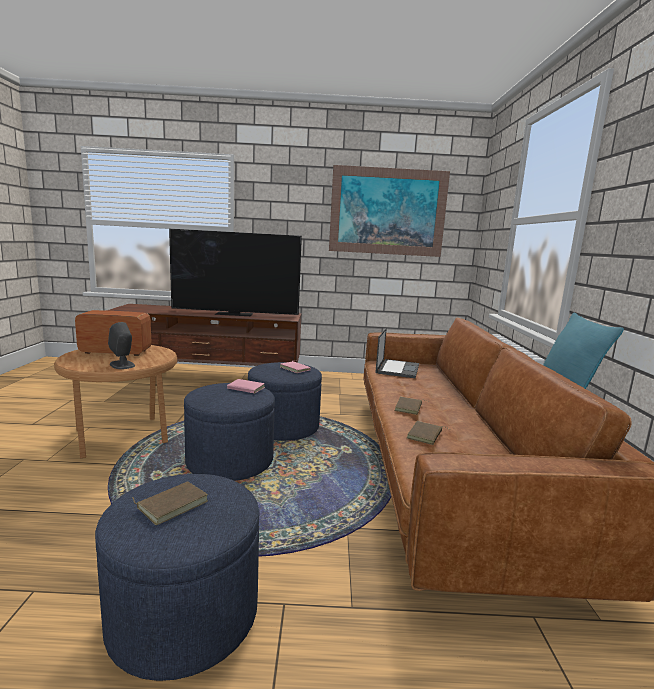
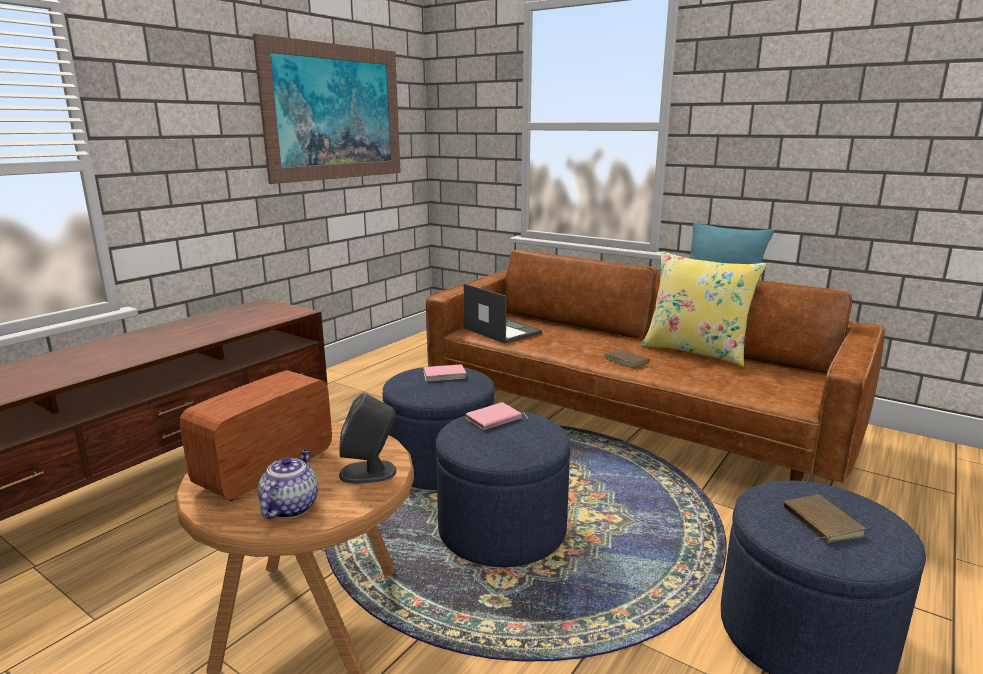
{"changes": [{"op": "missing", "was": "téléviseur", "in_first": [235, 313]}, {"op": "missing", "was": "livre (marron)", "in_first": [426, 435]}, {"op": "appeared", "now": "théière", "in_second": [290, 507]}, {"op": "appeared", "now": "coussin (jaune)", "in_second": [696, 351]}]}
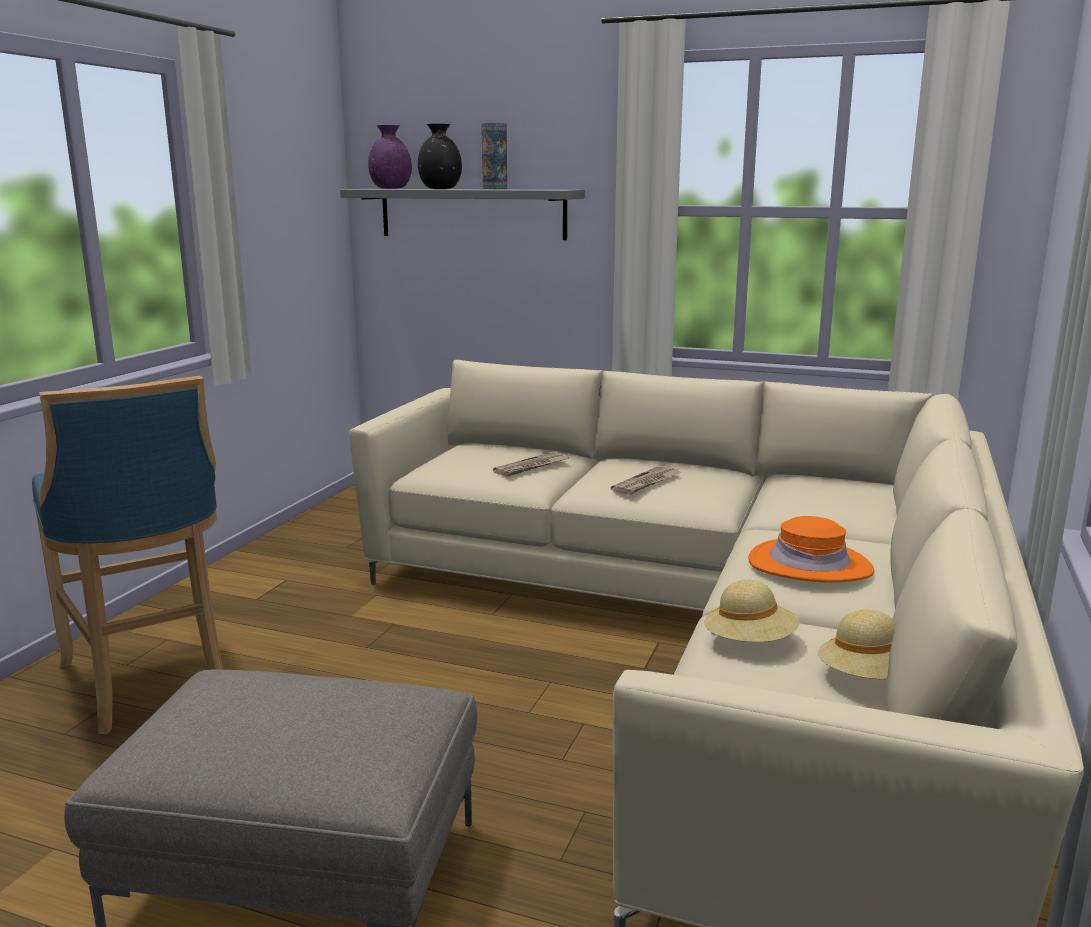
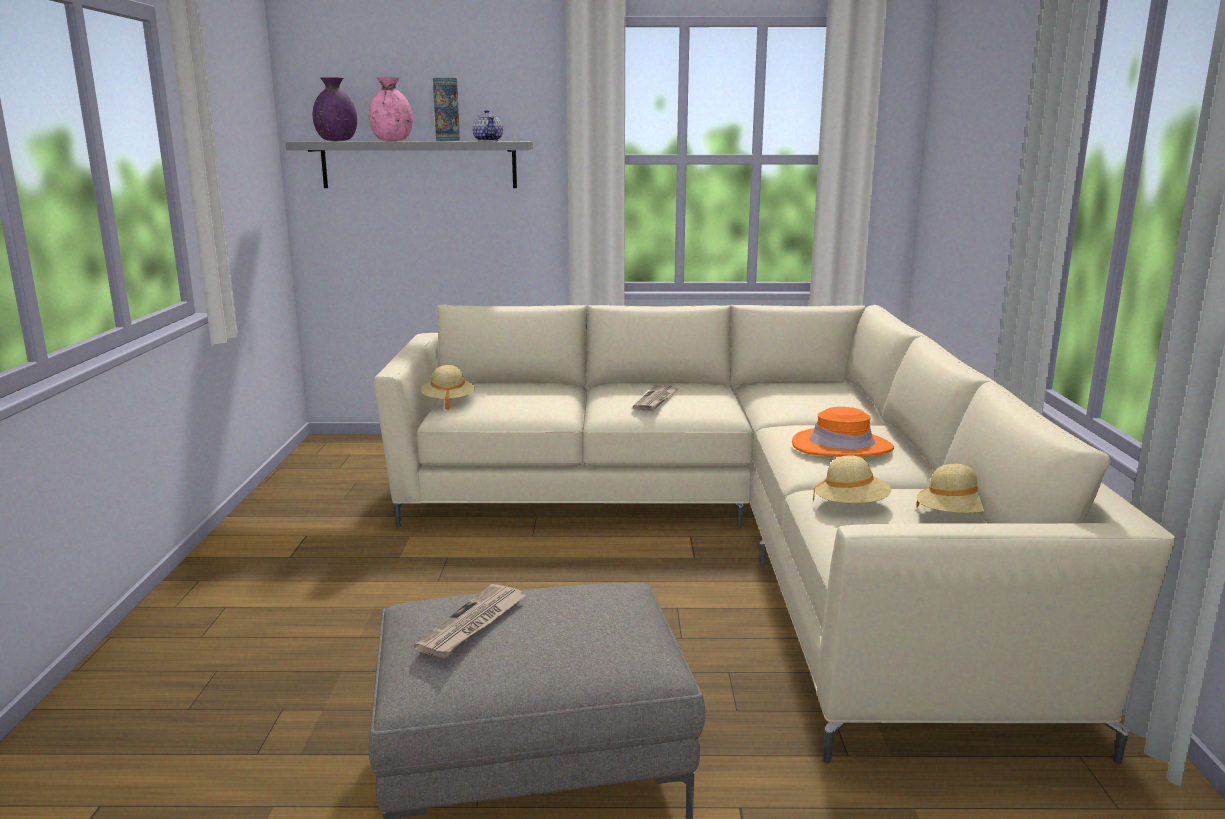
{"changes": [{"op": "missing", "was": "tabouret (bleu)", "in_first": [152, 682]}, {"op": "appeared", "now": "chapeau (beige)", "in_second": [448, 402]}, {"op": "appeared", "now": "théière", "in_second": [488, 140]}, {"op": "relocated", "was": "journal", "in_first": [532, 467], "in_second": [473, 624]}, {"op": "colour", "was": "vase (noir)", "now": "vase (rose)", "in_first": [440, 188], "in_second": [392, 140]}]}
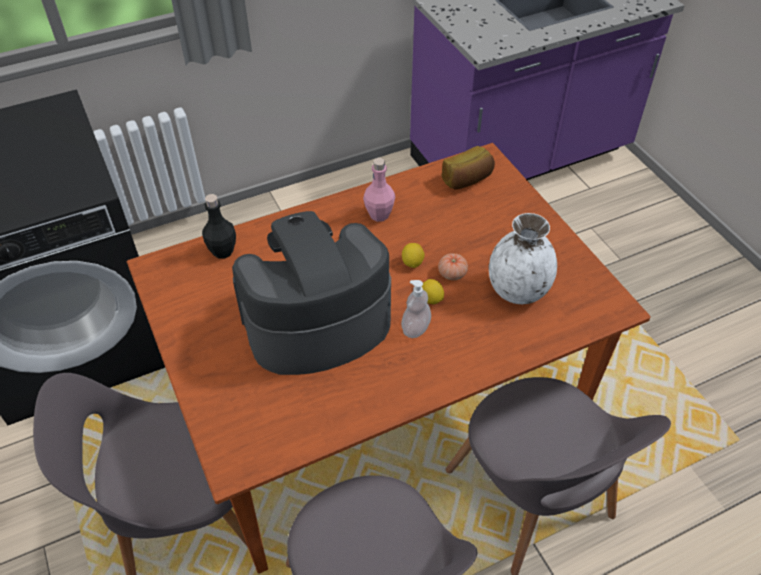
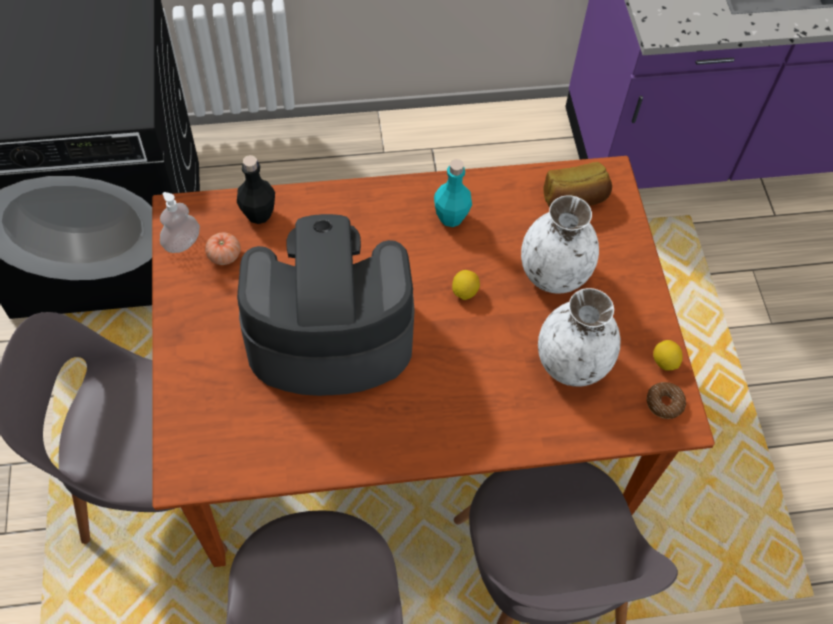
{"changes": [{"op": "appeared", "now": "vase (blanc)", "in_second": [553, 274]}, {"op": "appeared", "now": "beignet", "in_second": [664, 403]}, {"op": "relocated", "was": "distributeur de savon", "in_first": [415, 328], "in_second": [182, 243]}, {"op": "relocated", "was": "citron", "in_first": [431, 299], "in_second": [664, 362]}, {"op": "relocated", "was": "tomate", "in_first": [452, 273], "in_second": [224, 255]}, {"op": "colour", "was": "bouteille (rose)", "now": "bouteille (turquoise)", "in_first": [379, 215], "in_second": [451, 217]}]}
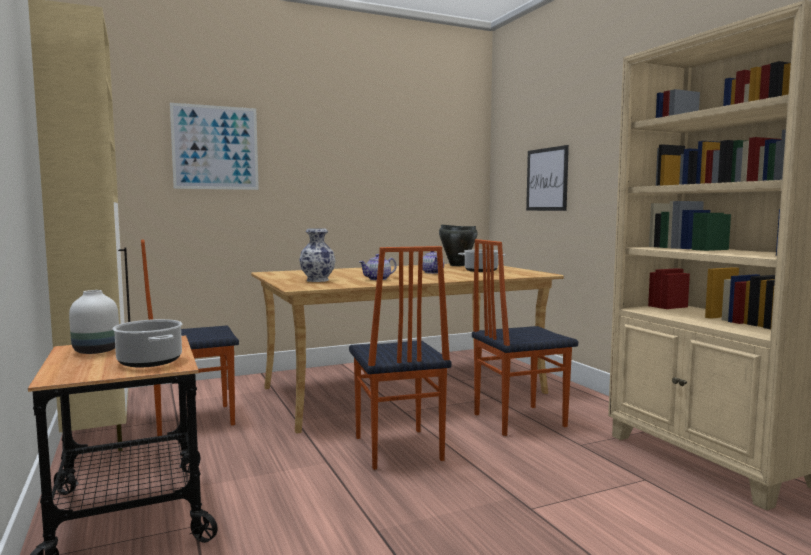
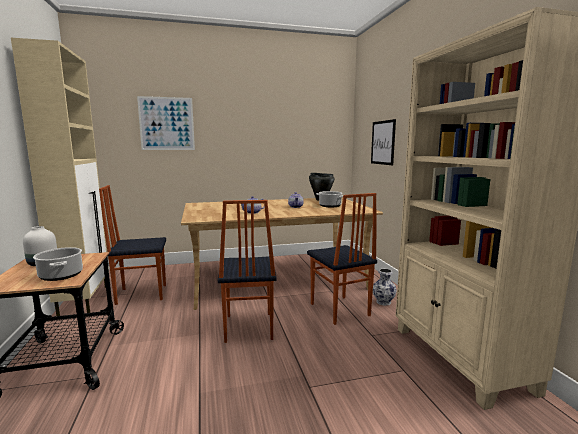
{"changes": [{"op": "relocated", "was": "vase", "in_first": [317, 280], "in_second": [383, 302]}, {"op": "spun", "was": "chaise", "in_first": [518, 420], "in_second": [339, 310], "clockwise": -105}]}
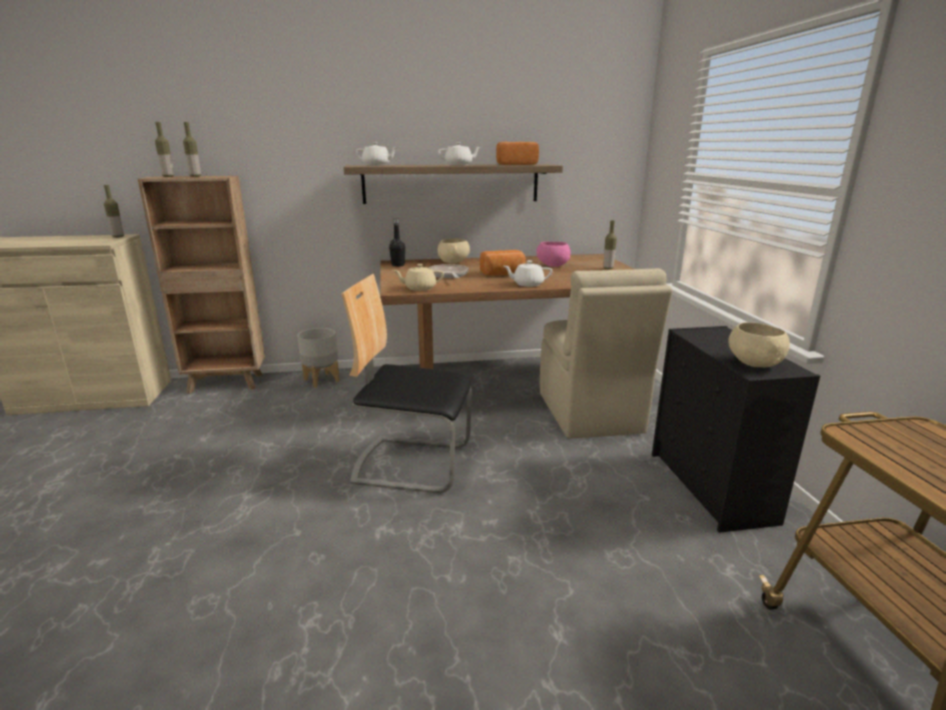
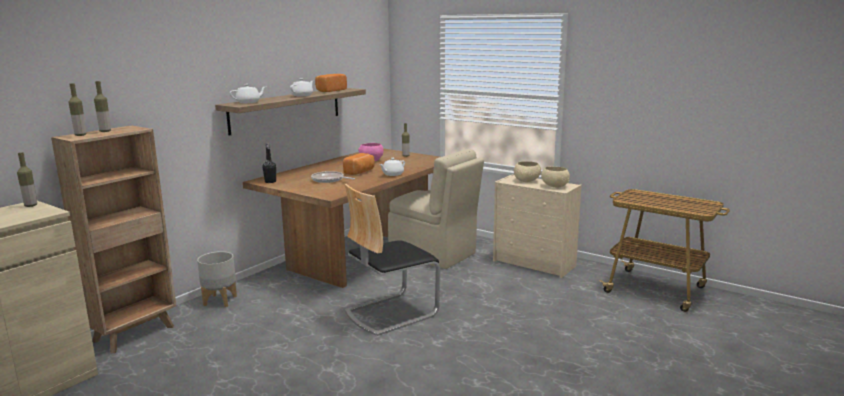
{"changes": [{"op": "missing", "was": "théière (beige)", "in_first": [419, 288]}, {"op": "relocated", "was": "bol (beige)", "in_first": [454, 262], "in_second": [527, 181]}, {"op": "colour", "was": "commode (noir)", "now": "commode (beige)", "in_first": [711, 488], "in_second": [535, 263]}]}
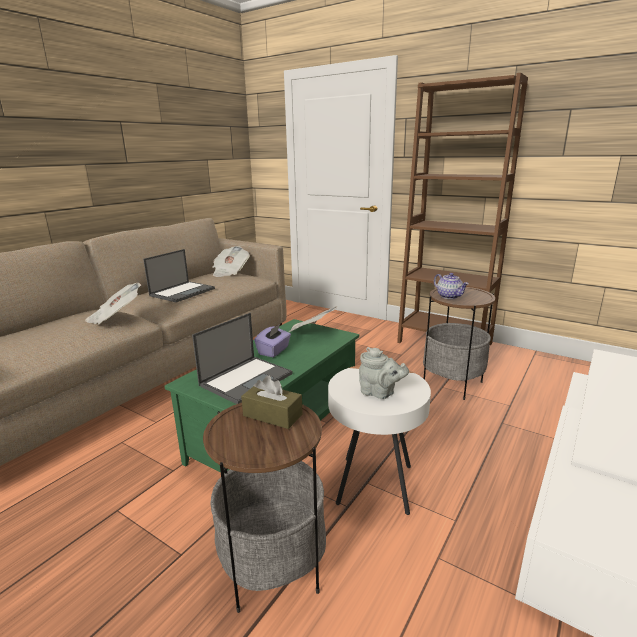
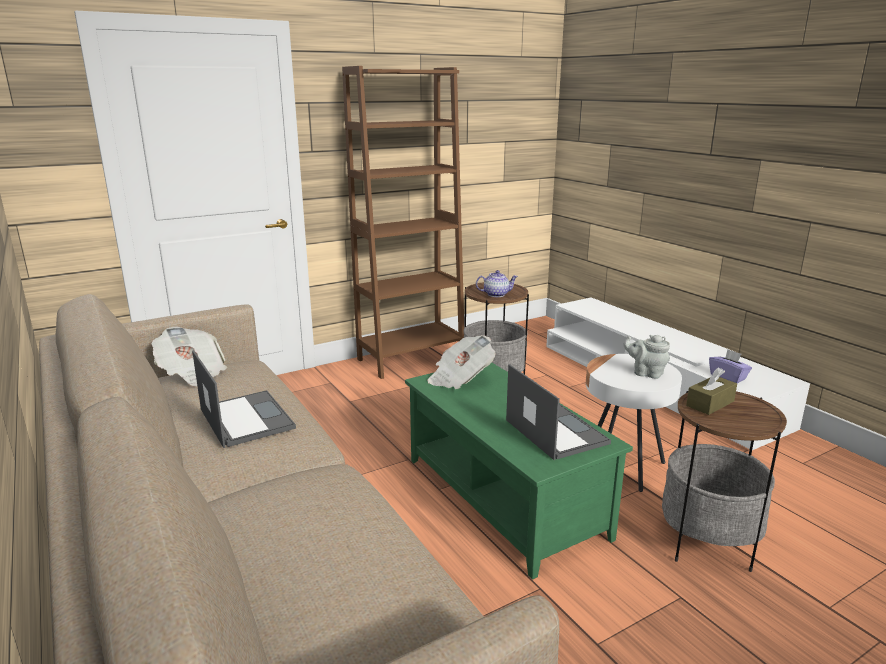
{"changes": [{"op": "missing", "was": "journal", "in_first": [115, 317]}, {"op": "relocated", "was": "boîte à mouchoirs (violet)", "in_first": [274, 351], "in_second": [728, 377]}, {"op": "spun", "was": "théière (gris)", "in_first": [380, 393], "in_second": [646, 373], "clockwise": -120}]}
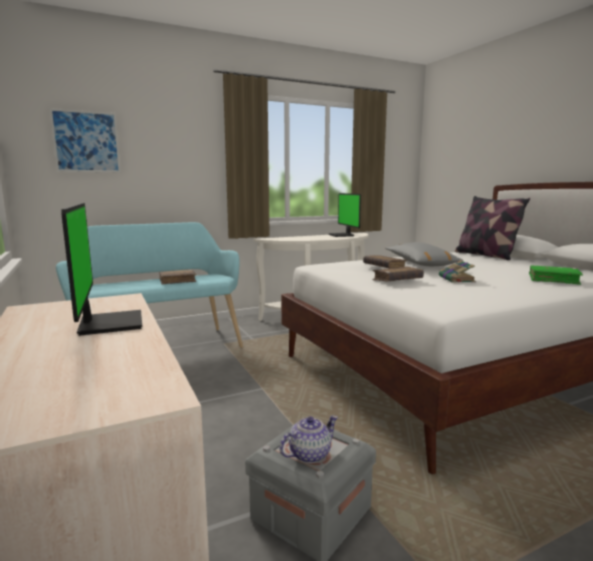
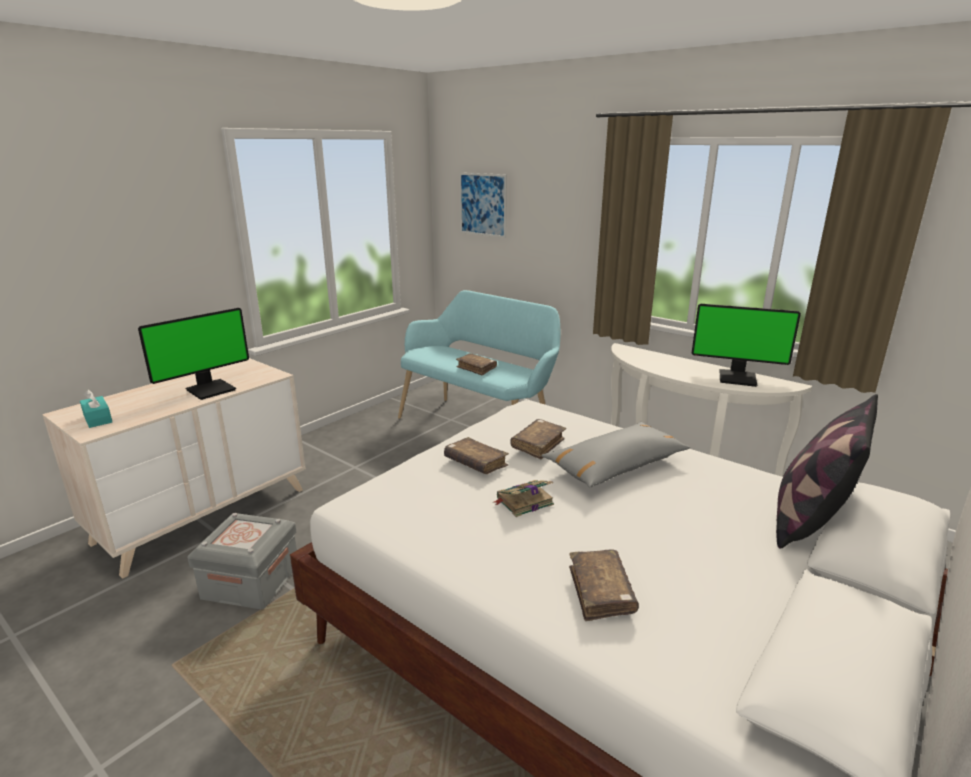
{"changes": [{"op": "missing", "was": "théière", "in_first": [309, 454]}, {"op": "appeared", "now": "boîte à mouchoirs (turquoise)", "in_second": [98, 419]}, {"op": "colour", "was": "livre (vert)", "now": "livre (marron)", "in_first": [553, 280], "in_second": [601, 592]}, {"op": "spun", "was": "écran d'ordinateur", "in_first": [342, 235], "in_second": [738, 378], "clockwise": -120}]}
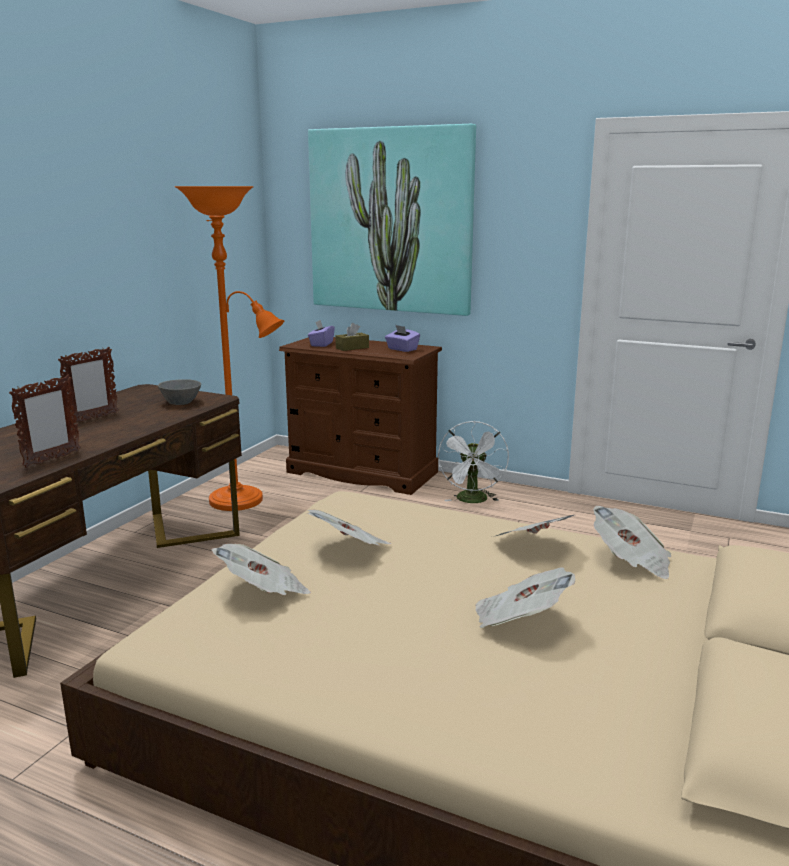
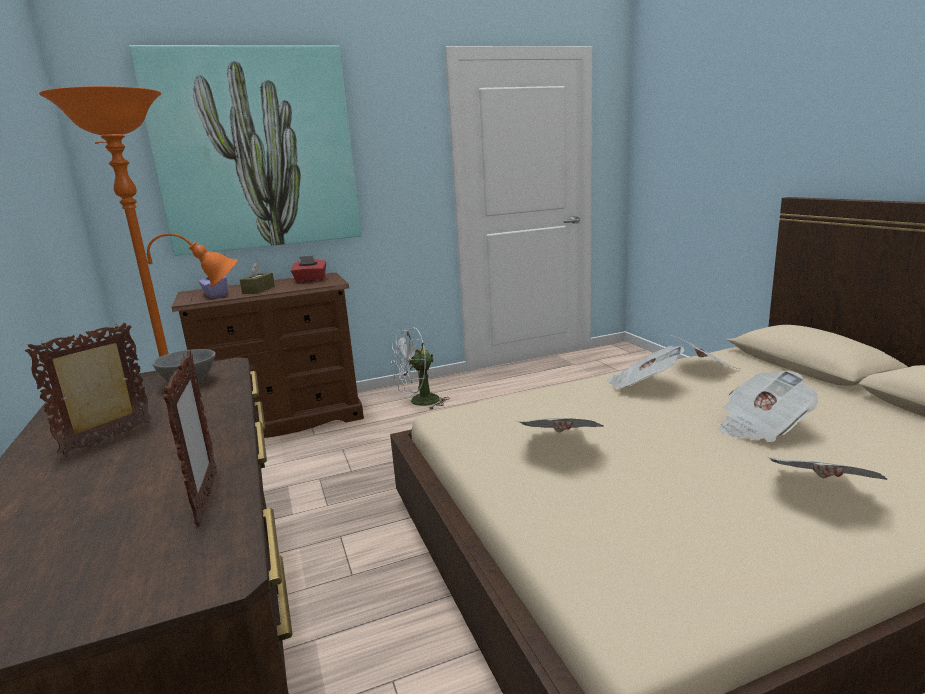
{"changes": [{"op": "relocated", "was": "journal", "in_first": [264, 592], "in_second": [820, 493]}, {"op": "colour", "was": "boîte à mouchoirs (violet)", "now": "boîte à mouchoirs (rouge)", "in_first": [402, 349], "in_second": [310, 280]}, {"op": "spun", "was": "cadre photo", "in_first": [93, 418], "in_second": [109, 438], "clockwise": -135}, {"op": "spun", "was": "ventilateur (blanc)", "in_first": [473, 501], "in_second": [419, 402], "clockwise": 105}]}
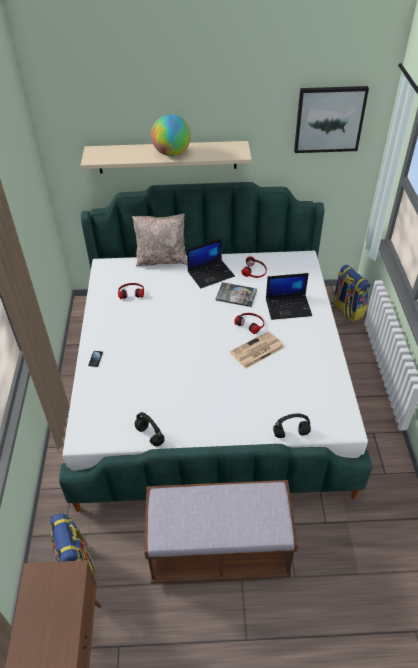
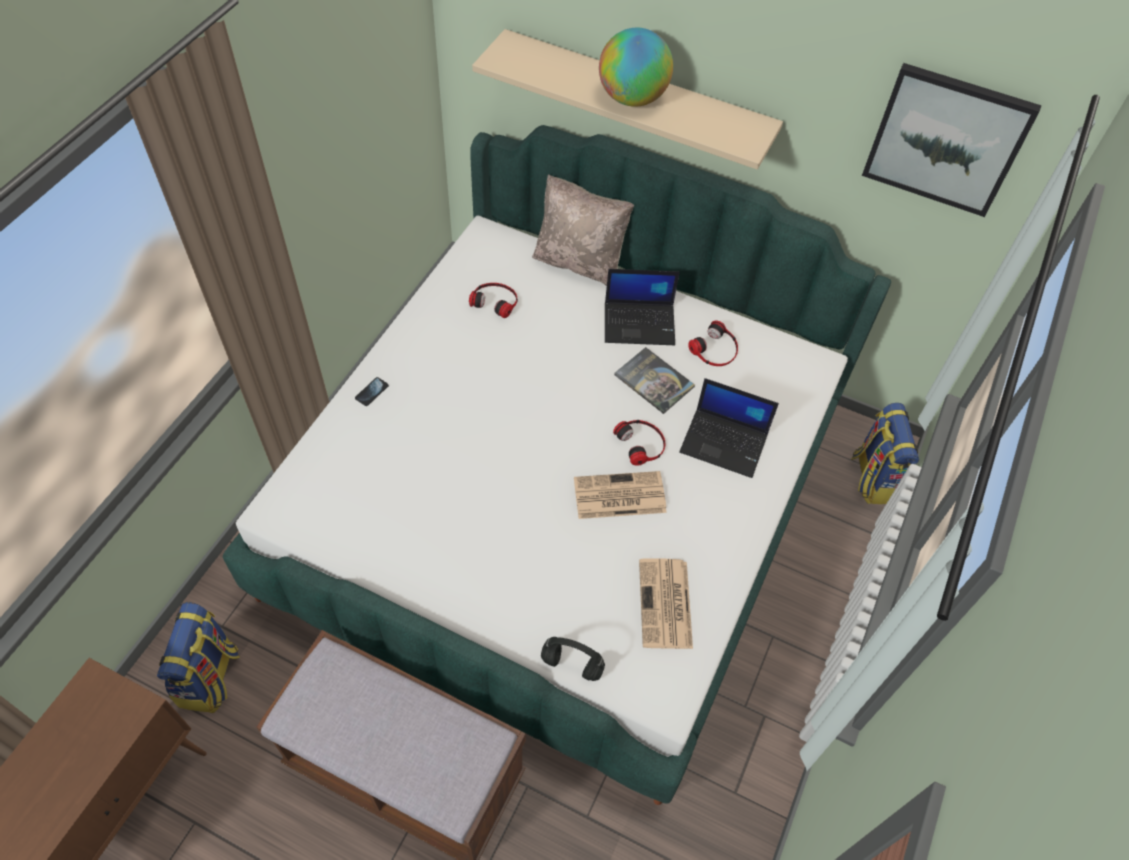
{"changes": [{"op": "missing", "was": "casque audio (noir)", "in_first": [149, 435]}, {"op": "appeared", "now": "journal", "in_second": [666, 605]}]}
